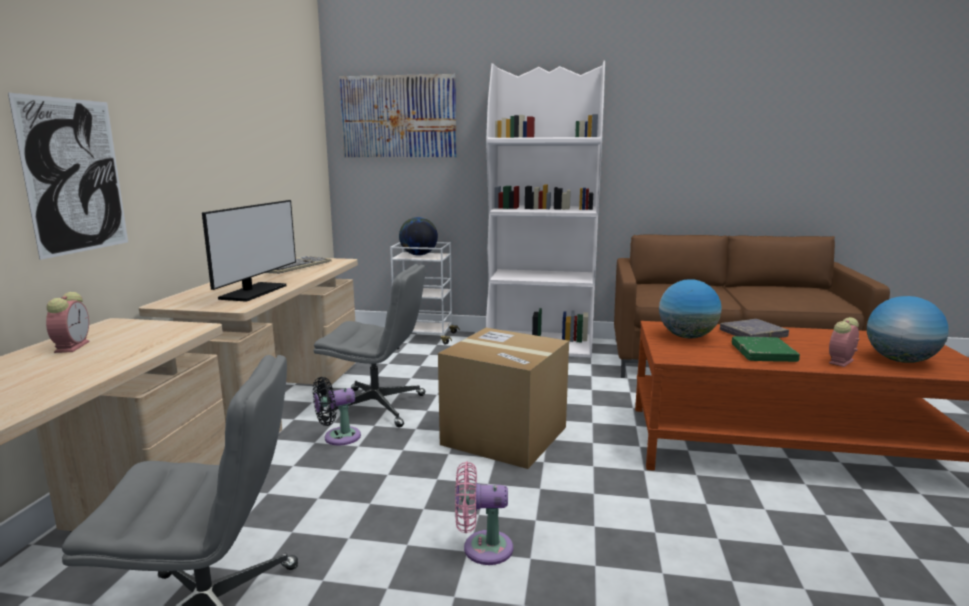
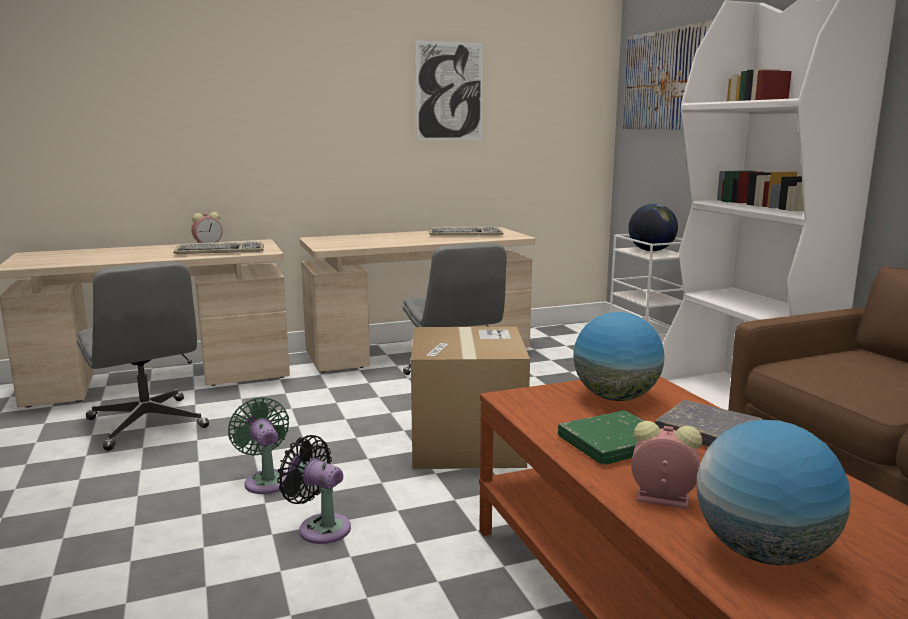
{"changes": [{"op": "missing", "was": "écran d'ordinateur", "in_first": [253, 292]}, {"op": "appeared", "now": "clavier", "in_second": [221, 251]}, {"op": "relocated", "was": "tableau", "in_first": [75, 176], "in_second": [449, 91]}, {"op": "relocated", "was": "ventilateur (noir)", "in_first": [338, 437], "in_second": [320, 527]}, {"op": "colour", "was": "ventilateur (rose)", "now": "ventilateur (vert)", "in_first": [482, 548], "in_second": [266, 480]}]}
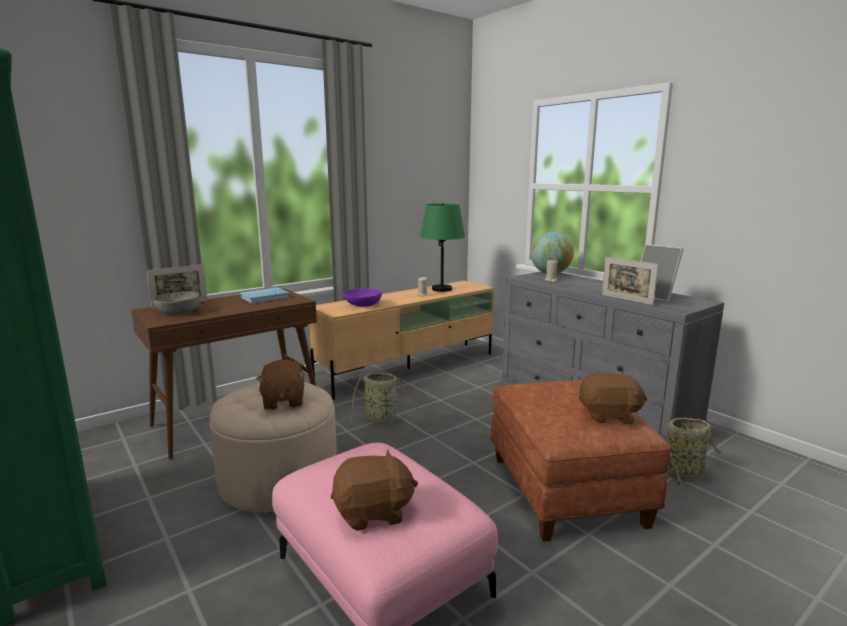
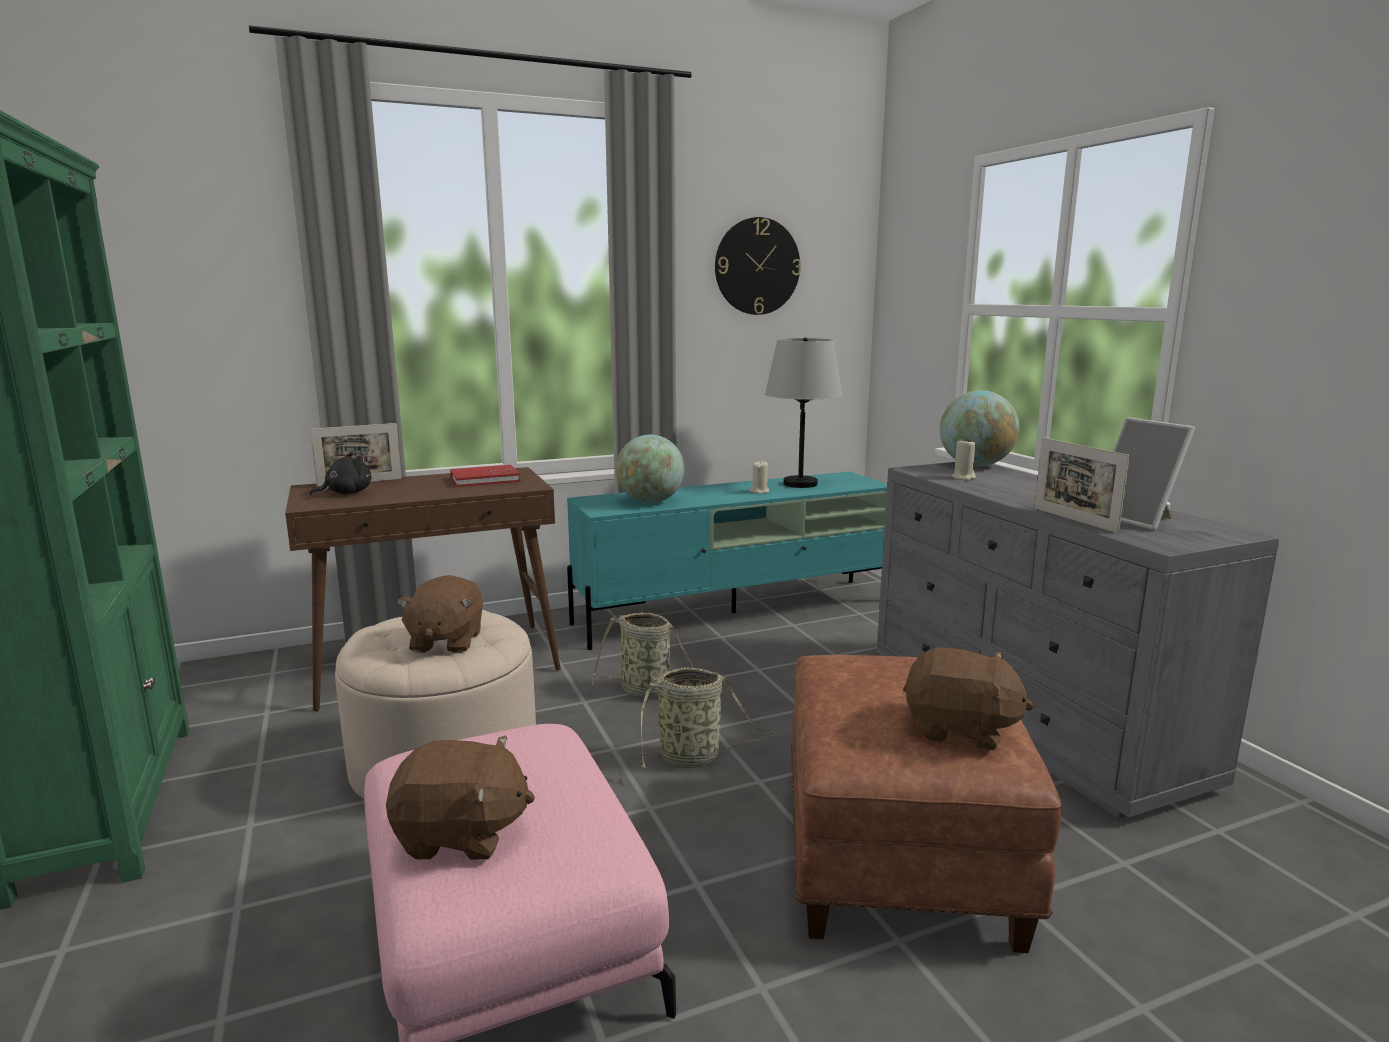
{"changes": [{"op": "appeared", "now": "horloge murale", "in_second": [757, 266]}, {"op": "relocated", "was": "panier", "in_first": [684, 474], "in_second": [694, 758]}, {"op": "exchanged", "was": "bol (gris)", "now": "peluche (noir)", "in_first": [178, 312], "in_second": [346, 493]}, {"op": "exchanged", "was": "bol (violet)", "now": "globe", "in_first": [363, 305], "in_second": [650, 502]}, {"op": "colour", "was": "livre (bleu)", "now": "livre (rouge)", "in_first": [265, 297], "in_second": [485, 479]}, {"op": "colour", "was": "meuble télé (beige)", "now": "meuble télé (turquoise)", "in_first": [410, 368], "in_second": [736, 612]}, {"op": "colour", "was": "lampe de table (vert)", "now": "lampe de table (gris)", "in_first": [442, 289], "in_second": [800, 484]}]}
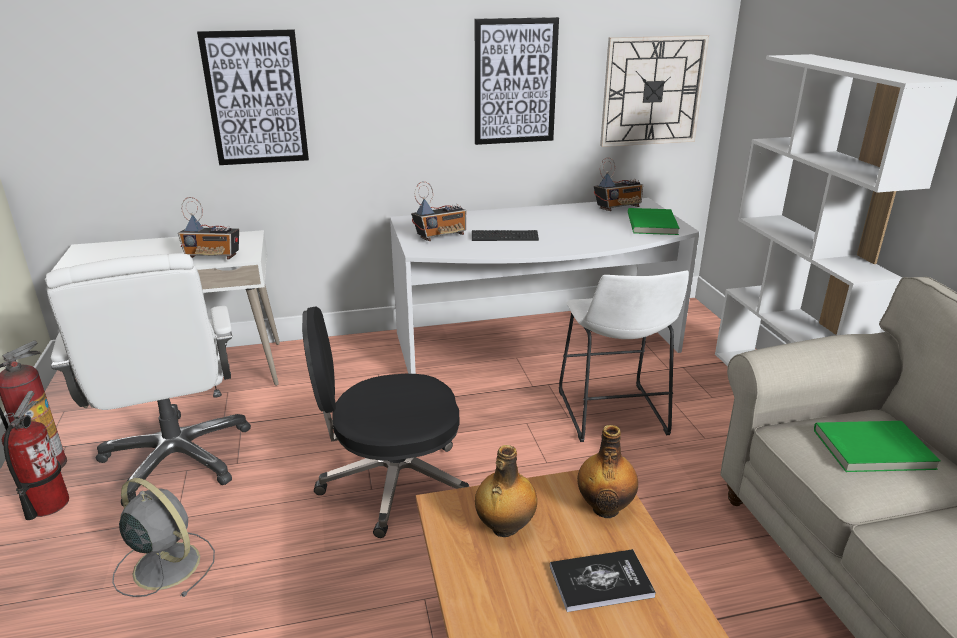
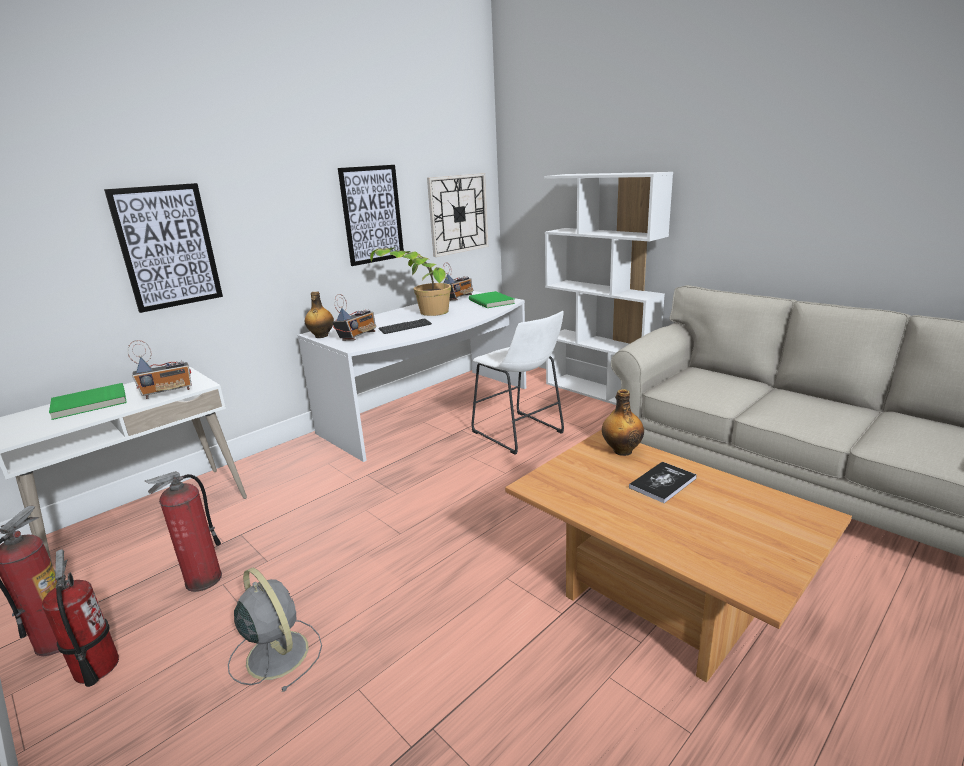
{"changes": [{"op": "missing", "was": "chaise de bureau (noir)", "in_first": [391, 483]}, {"op": "appeared", "now": "plante en pot", "in_second": [419, 313]}, {"op": "relocated", "was": "bouteille", "in_first": [504, 528], "in_second": [321, 336]}, {"op": "relocated", "was": "livre (vert)", "in_first": [874, 450], "in_second": [90, 404]}, {"op": "exchanged", "was": "chaise de bureau (blanc)", "now": "extincteur", "in_first": [177, 458], "in_second": [203, 580]}, {"op": "spun", "was": "ventilateur (gris)", "in_first": [165, 564], "in_second": [276, 653], "clockwise": 45}]}
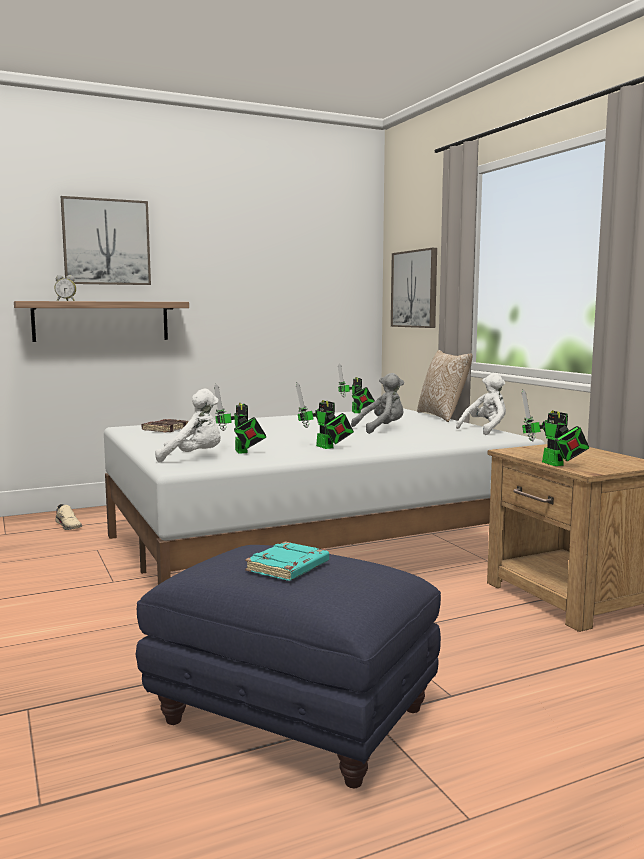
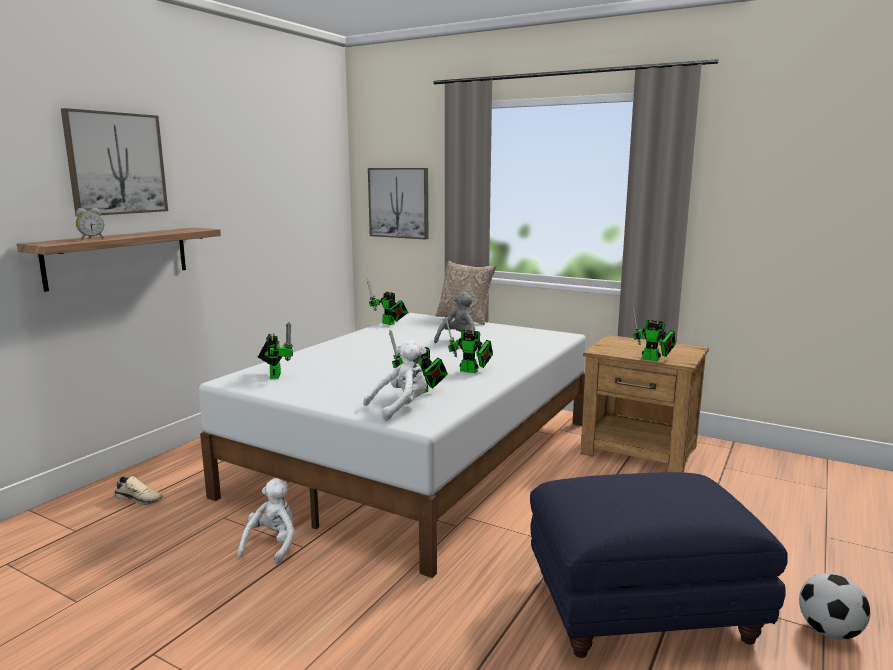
{"changes": [{"op": "missing", "was": "livre (turquoise)", "in_first": [288, 568]}, {"op": "appeared", "now": "ballon de foot", "in_second": [829, 631]}, {"op": "relocated", "was": "peluche (blanc)", "in_first": [485, 430], "in_second": [272, 545]}, {"op": "exchanged", "was": "livre (marron)", "now": "robot jouet", "in_first": [166, 429], "in_second": [276, 375]}]}
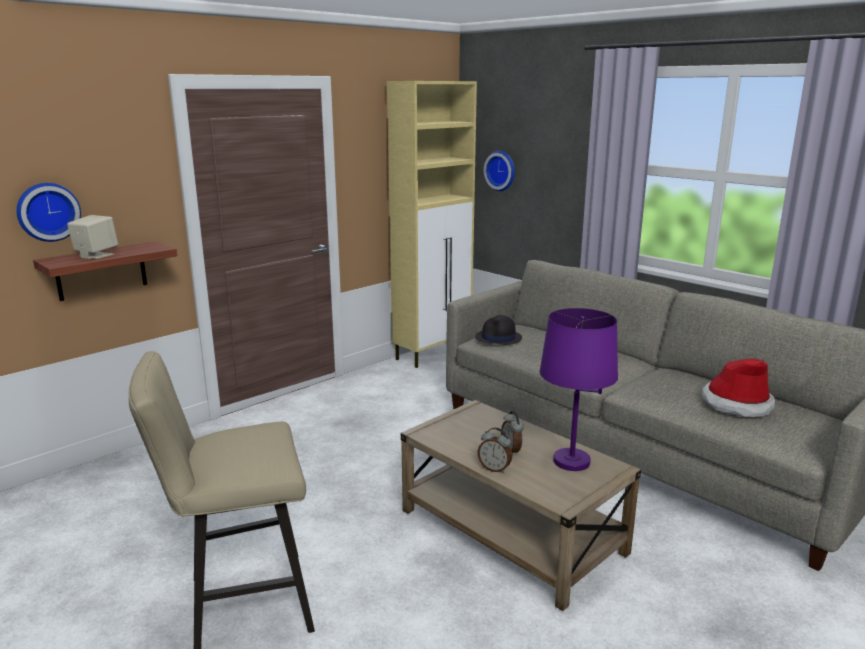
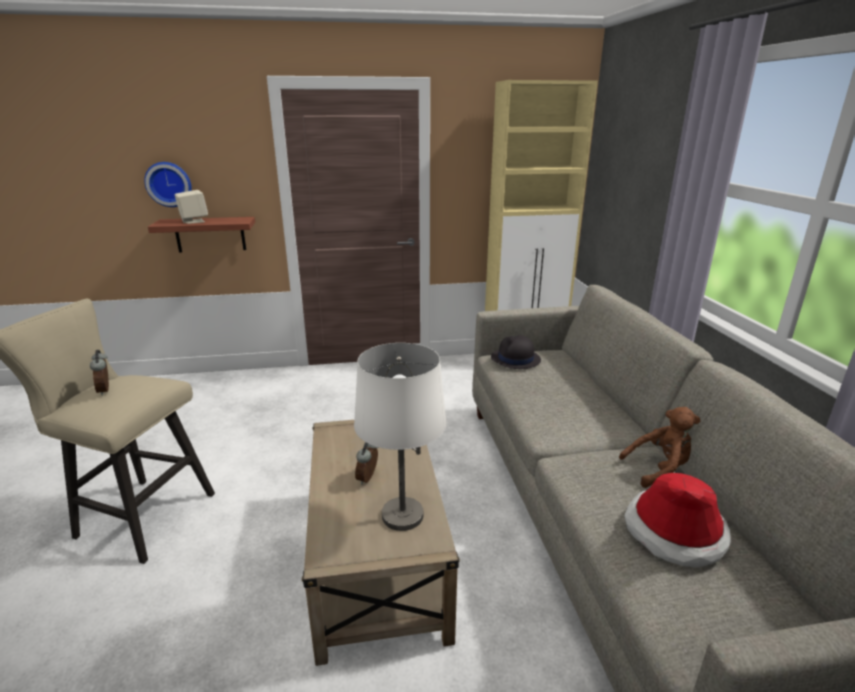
{"changes": [{"op": "missing", "was": "horloge murale", "in_first": [501, 170]}, {"op": "appeared", "now": "peluche (marron)", "in_second": [659, 469]}, {"op": "relocated", "was": "réveil", "in_first": [494, 469], "in_second": [106, 390]}, {"op": "colour", "was": "lampe de table (violet)", "now": "lampe de table (blanc)", "in_first": [571, 462], "in_second": [402, 516]}]}
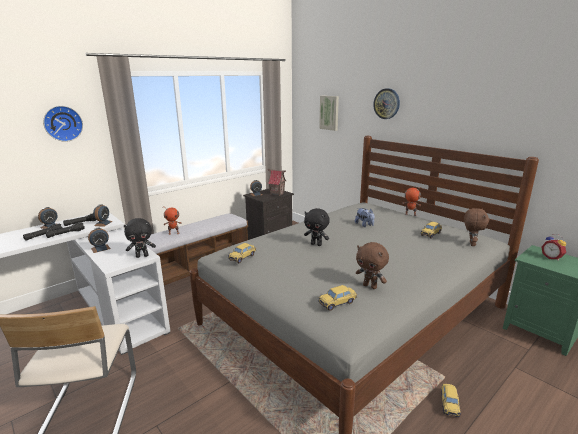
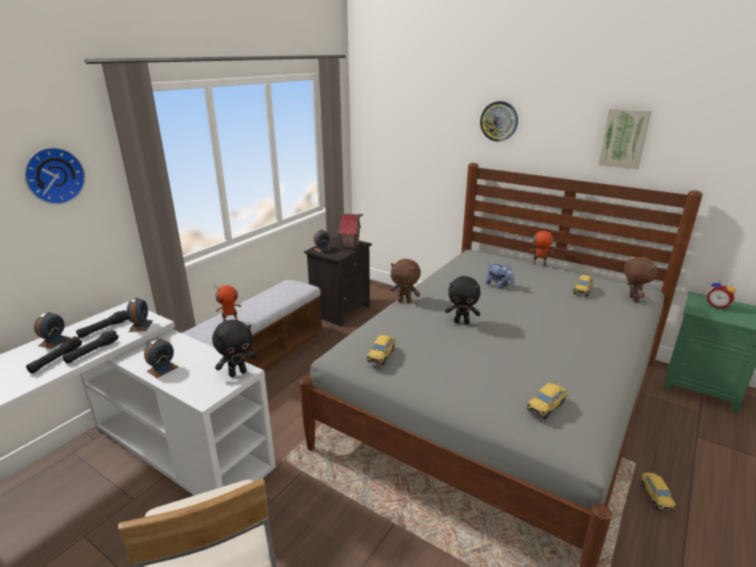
{"changes": [{"op": "relocated", "was": "tableau", "in_first": [329, 112], "in_second": [624, 138]}, {"op": "relocated", "was": "peluche (marron)", "in_first": [370, 286], "in_second": [405, 301]}]}
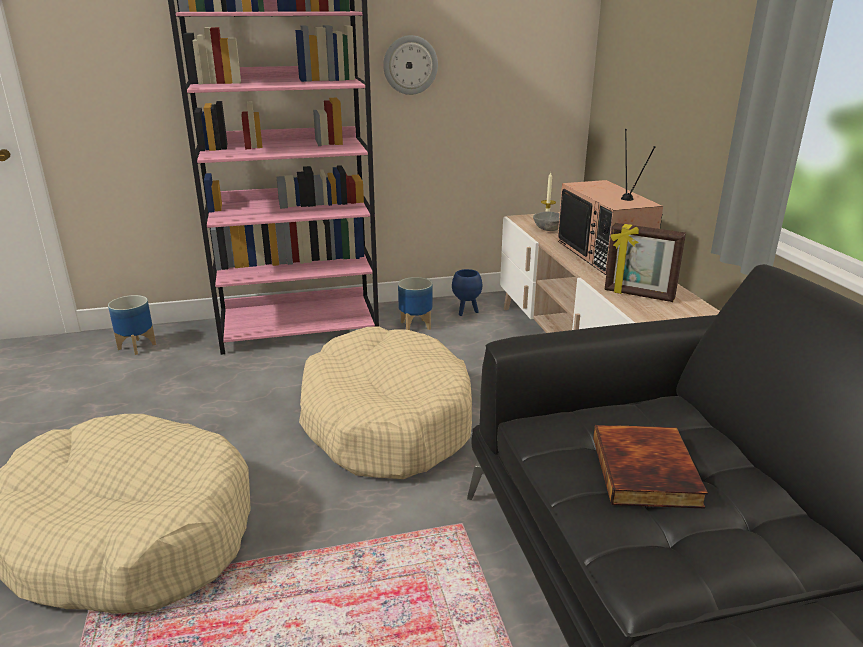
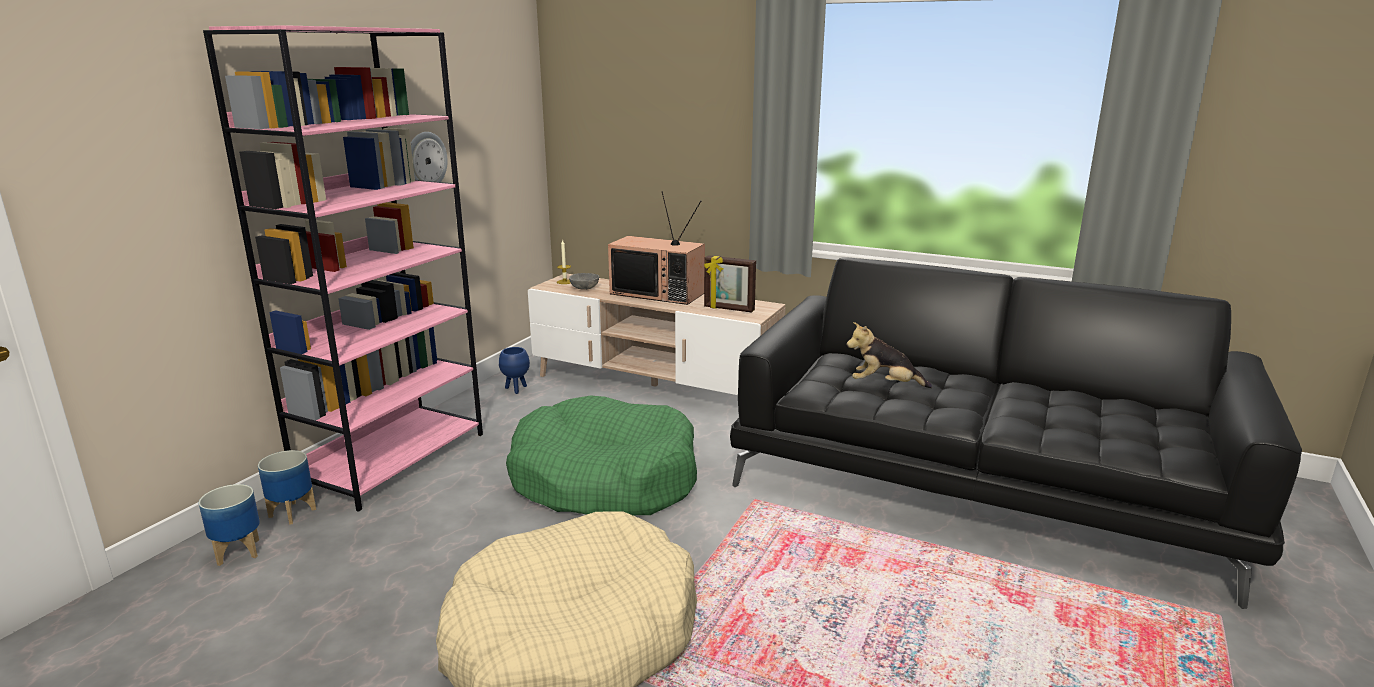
{"changes": [{"op": "relocated", "was": "cache-pot", "in_first": [416, 325], "in_second": [293, 512]}, {"op": "exchanged", "was": "livre", "now": "peluche", "in_first": [647, 471], "in_second": [884, 385]}, {"op": "colour", "was": "panier pour chien (beige)", "now": "panier pour chien (vert)", "in_first": [386, 421], "in_second": [604, 478]}, {"op": "spun", "was": "cadre photo", "in_first": [638, 295], "in_second": [728, 309], "clockwise": 45}]}
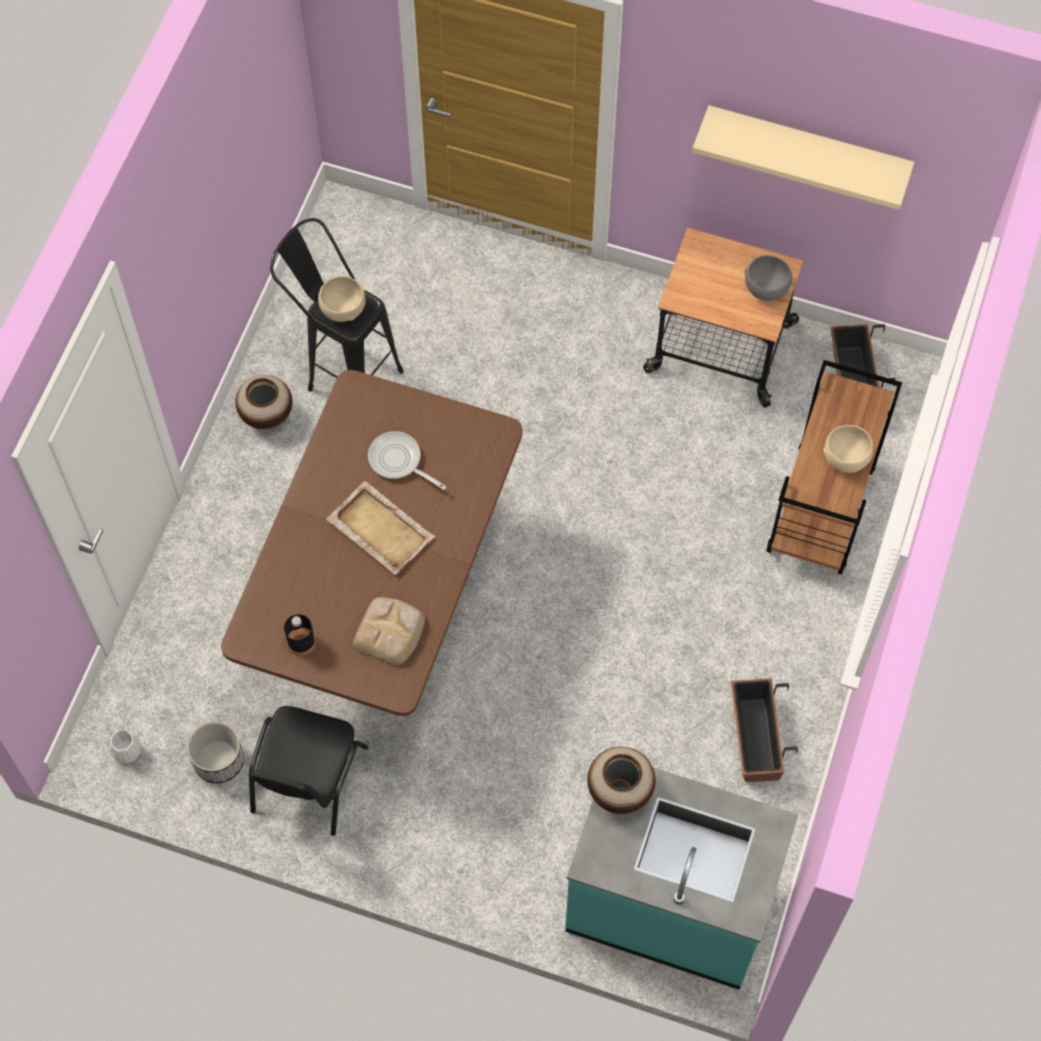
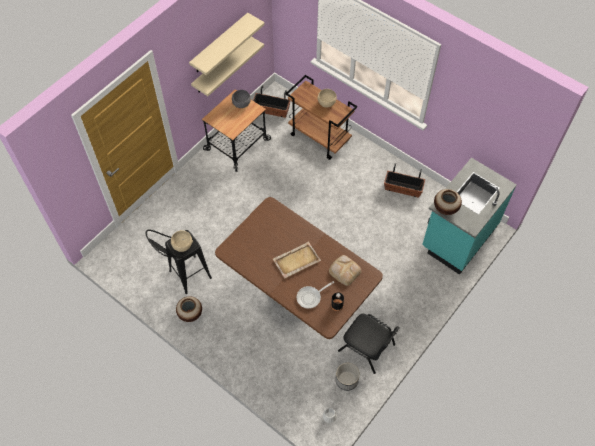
{"changes": [{"op": "appeared", "now": "étagère (beige)", "in_second": [220, 65]}, {"op": "relocated", "was": "poêle", "in_first": [398, 461], "in_second": [310, 297]}]}
